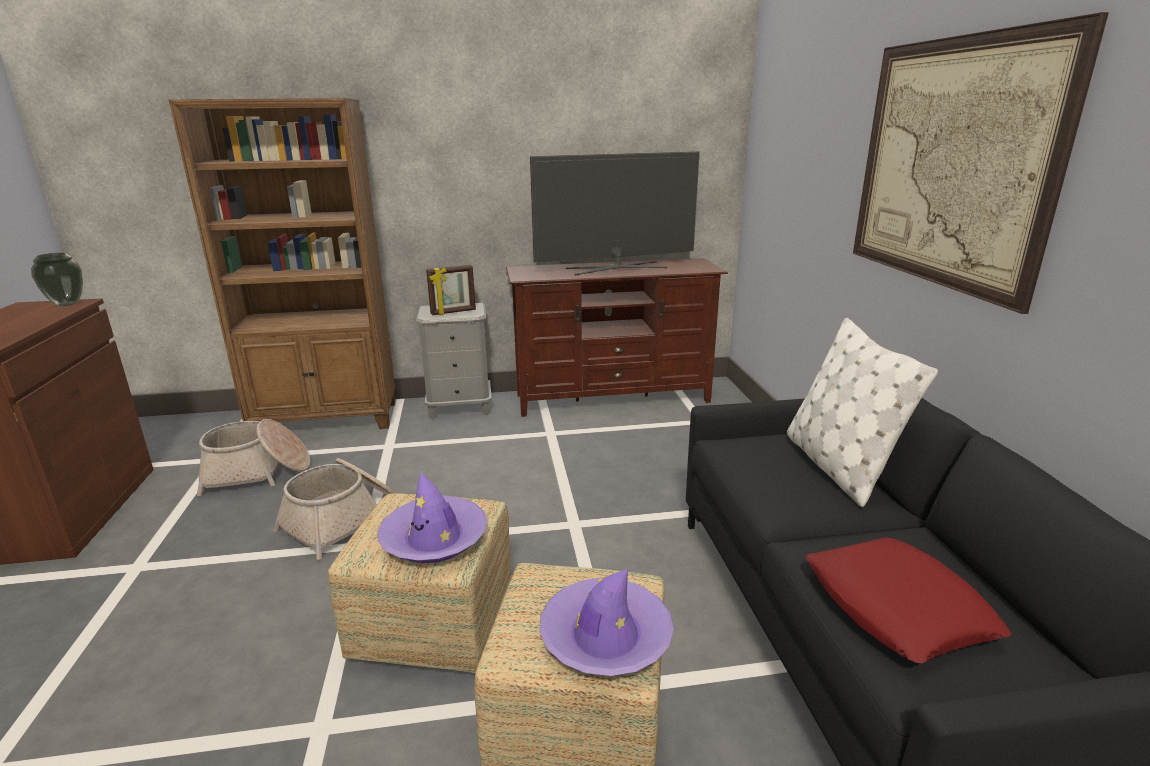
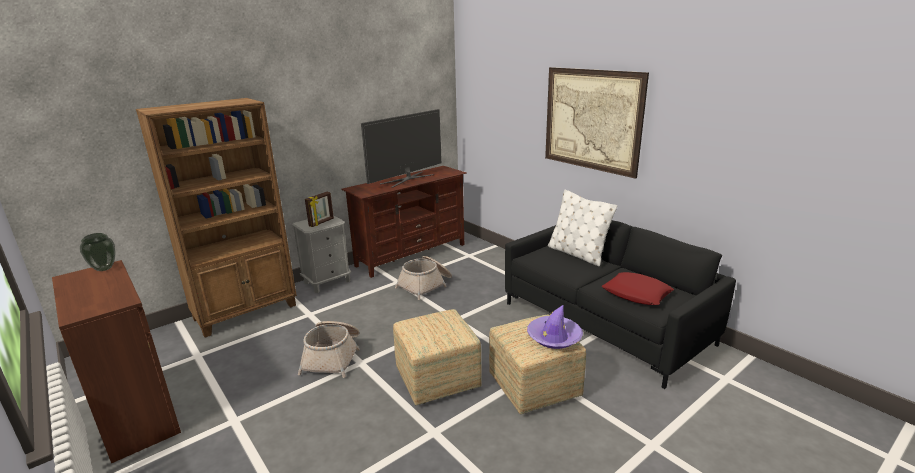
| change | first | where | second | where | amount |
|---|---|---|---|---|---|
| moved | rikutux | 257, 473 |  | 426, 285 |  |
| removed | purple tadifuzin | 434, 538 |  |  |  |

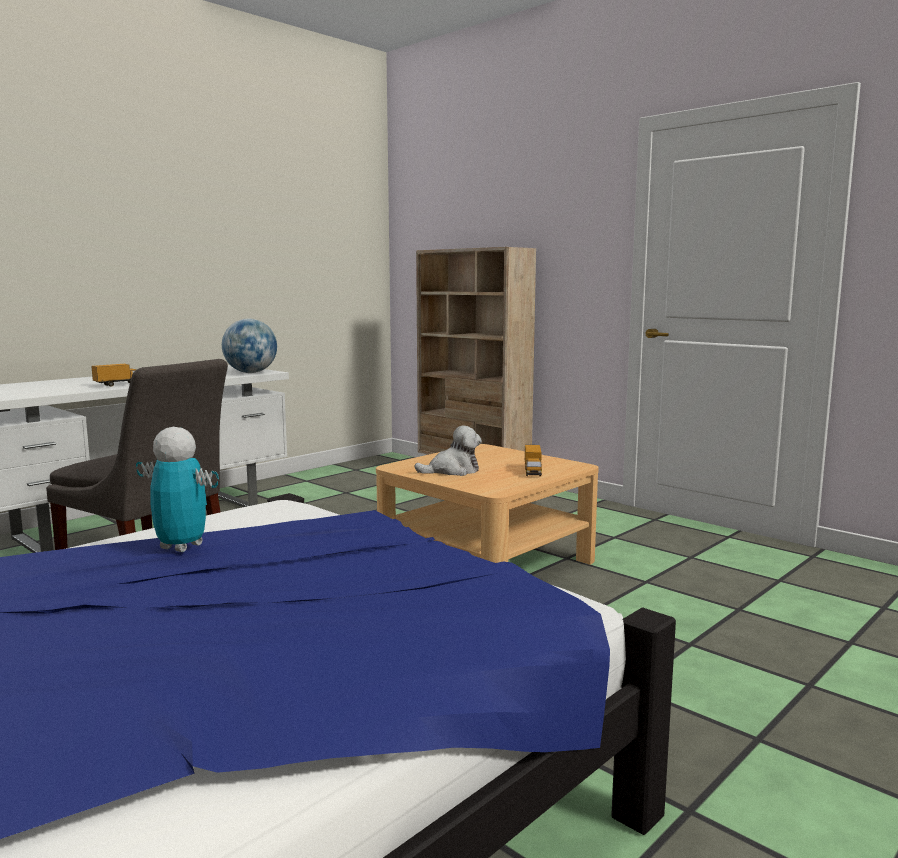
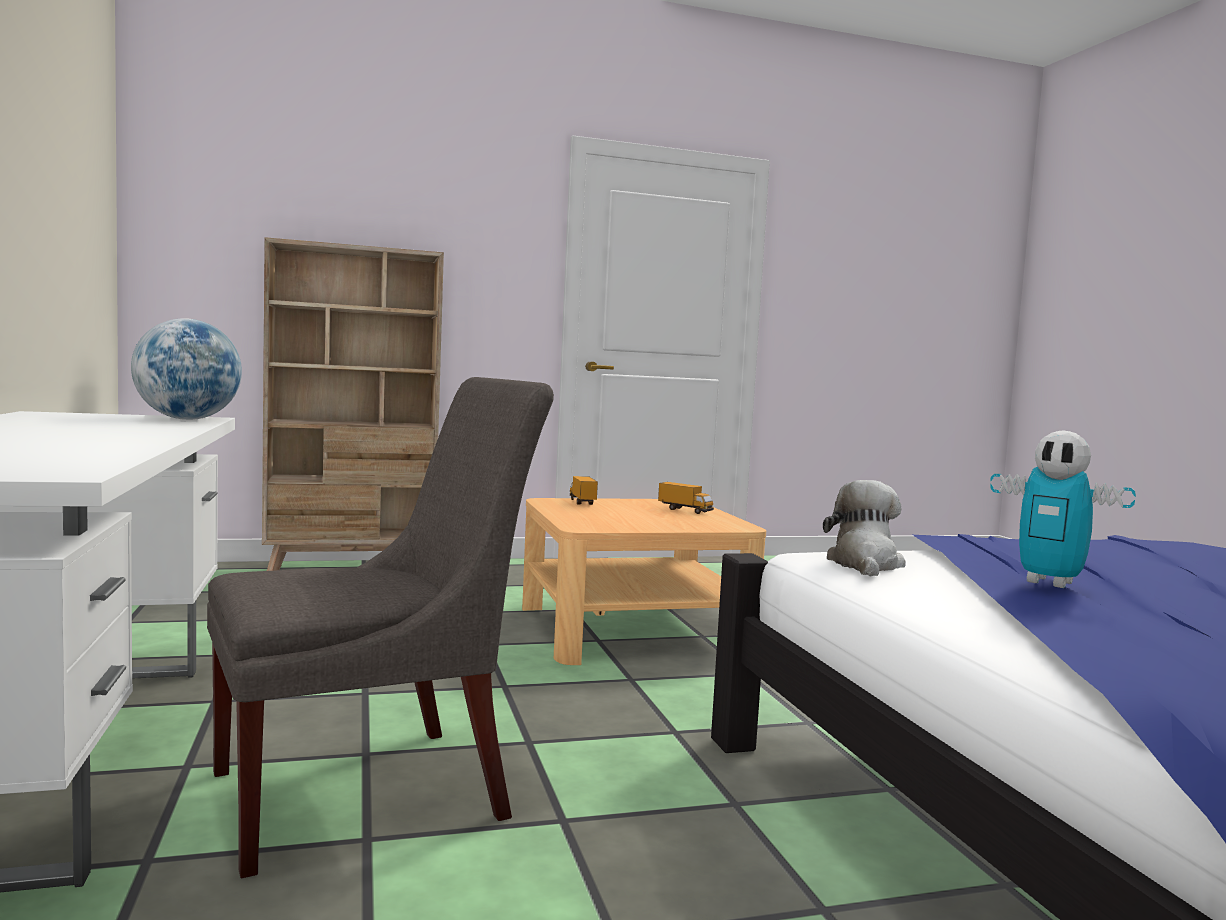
| change | first | where | second | where | amount |
|---|---|---|---|---|---|
| moved | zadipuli | 118, 385 |  | 582, 502 |  |
| turned | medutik | 181, 546 |  | 1049, 583 | 105 degrees counterclockwise |
| moved | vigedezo | 452, 471 |  | 864, 564 |  |

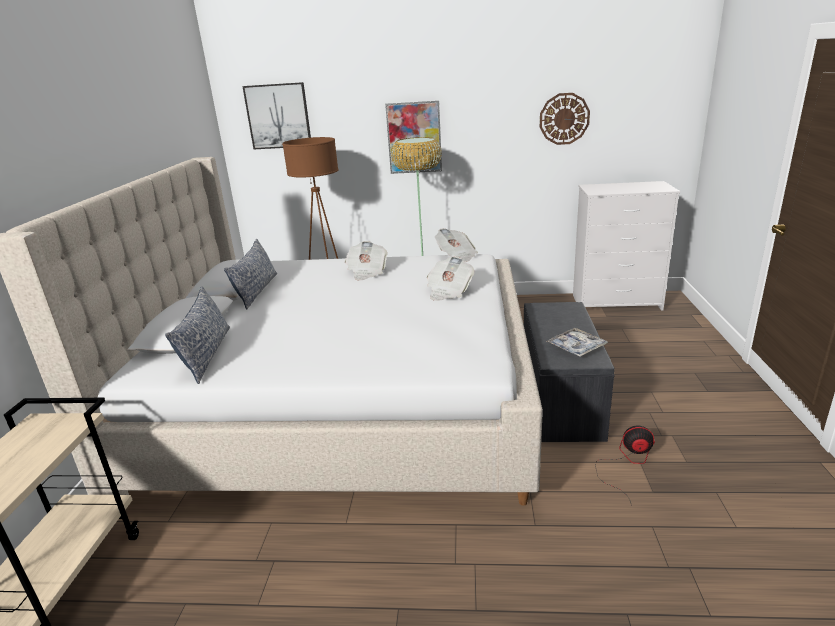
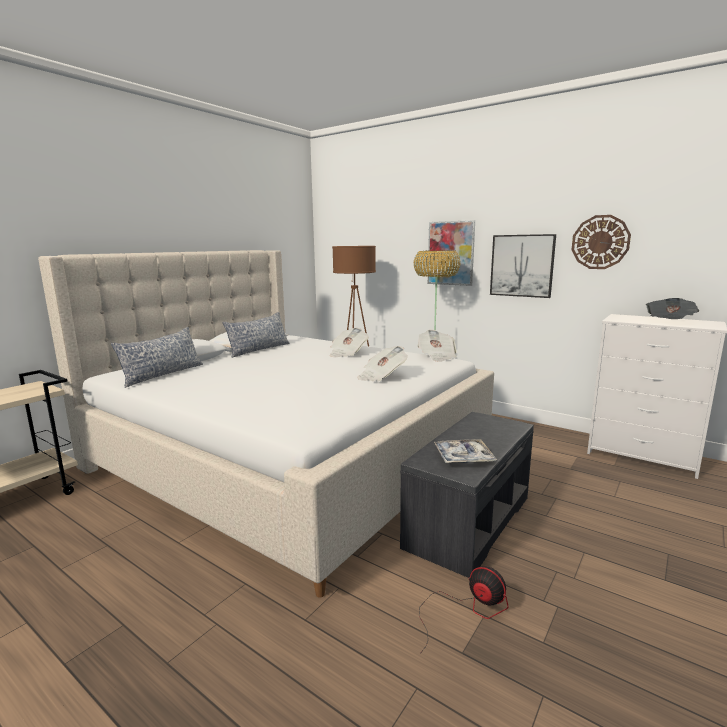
| change | first | where | second | where | amount |
|---|---|---|---|---|---|
| moved | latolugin | 278, 116 |  | 522, 265 |  |
| added |  |  | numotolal | 669, 322 |  |

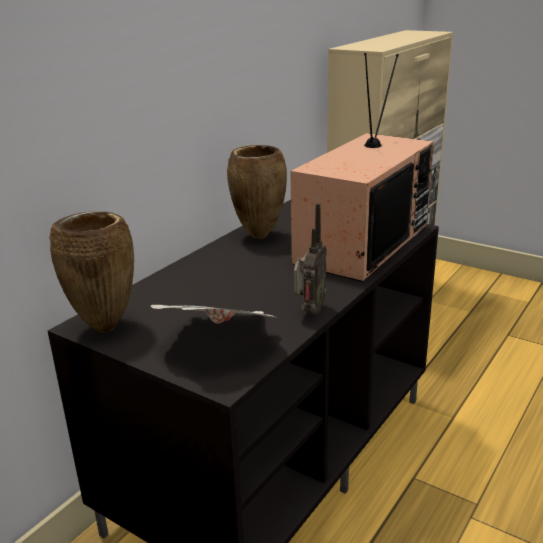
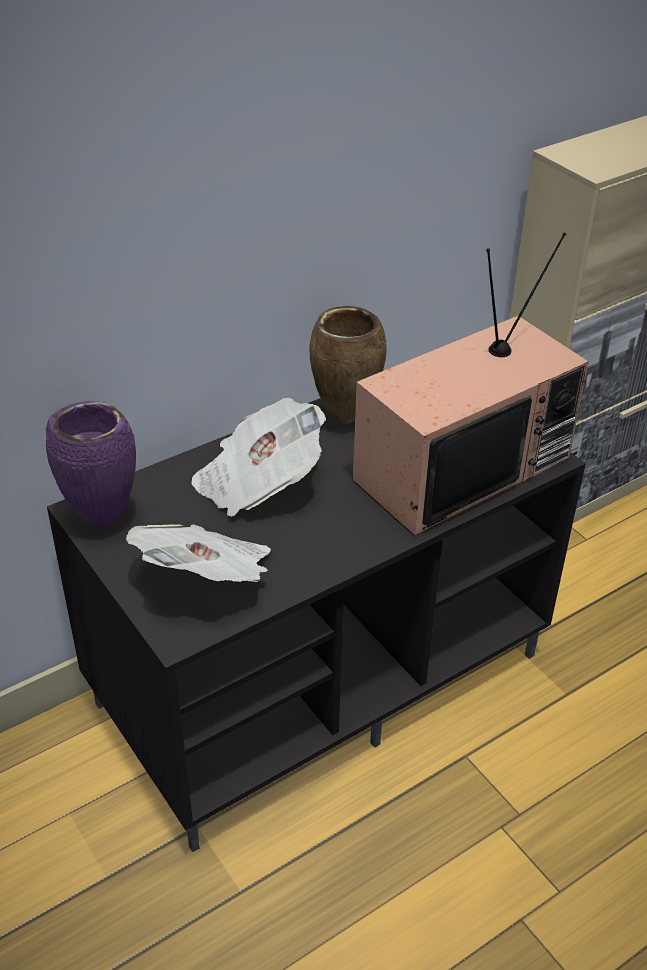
| change | first | where | second | where | amount |
|---|---|---|---|---|---|
| recoloured | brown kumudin | 106, 327 | purple kumudin | 103, 520 |  |
| removed | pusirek | 309, 312 |  |  |  |
| added |  |  | numotolal | 258, 482 |  |

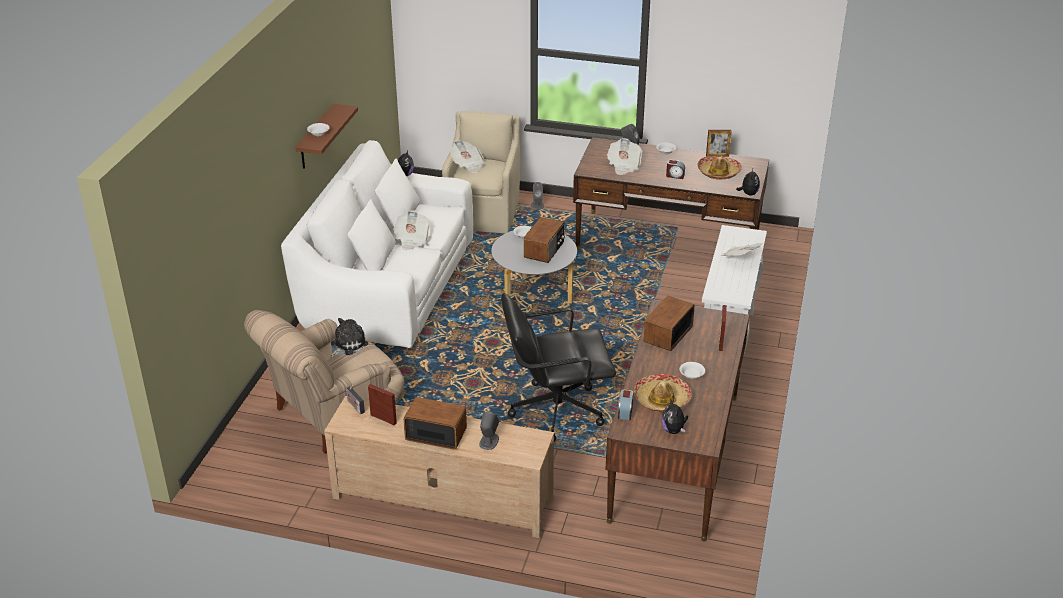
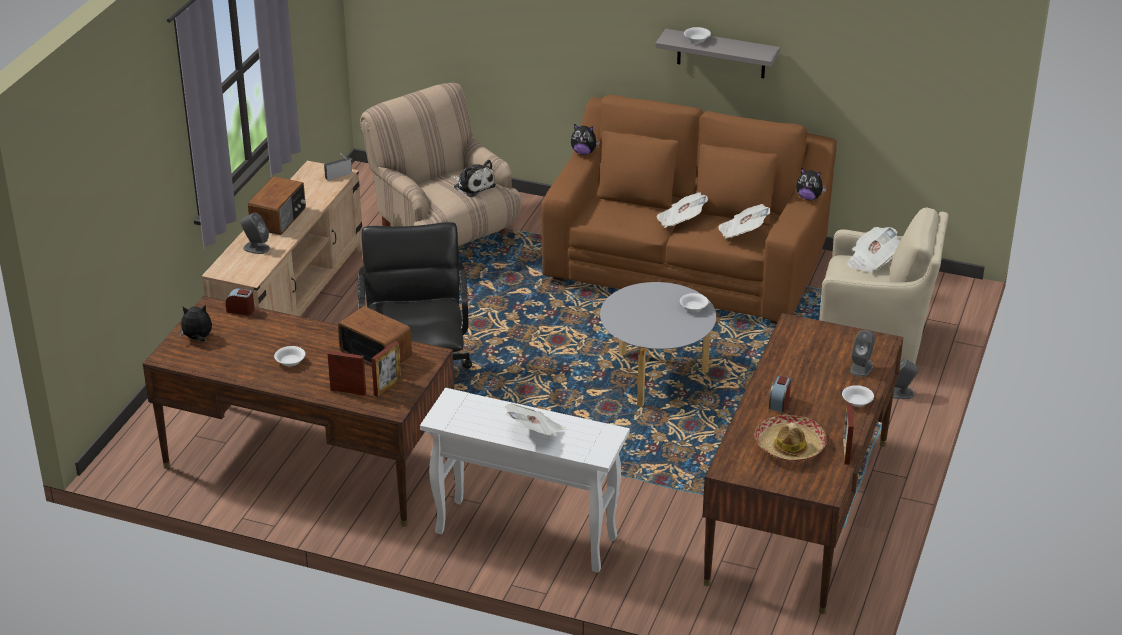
| change | first | where | second | where | amount |
|---|---|---|---|---|---|
| recoloured | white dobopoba | 388, 288 | brown dobopoba | 685, 268 |  |
| recoloured | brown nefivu | 316, 138 | grey nefivu | 721, 54 |  |
| moved | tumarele | 383, 419 |  | 387, 387 |  |
| removed | pusirek | 545, 250 |  |  |  |
| moved | numotolal | 623, 166 |  | 742, 232 |  |
| removed | tadifuzin | 662, 399 |  |  |  |
| moved | vigedezo | 748, 194 |  | 584, 152 |  |

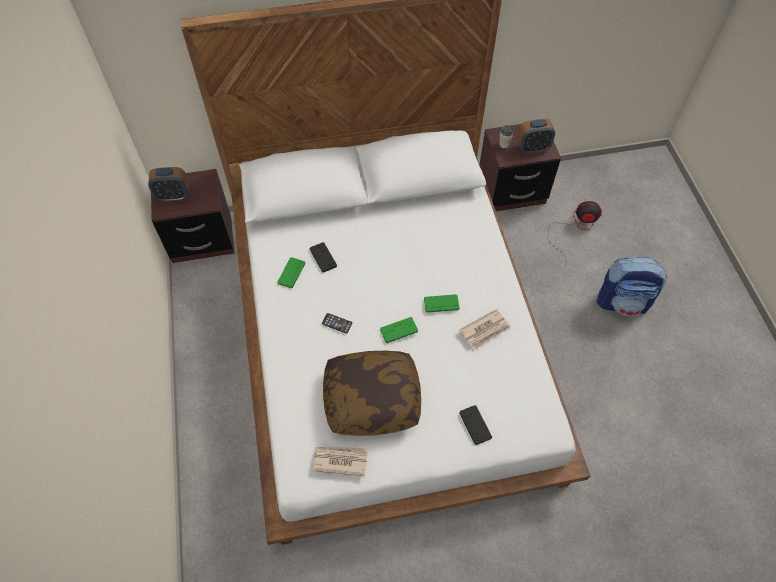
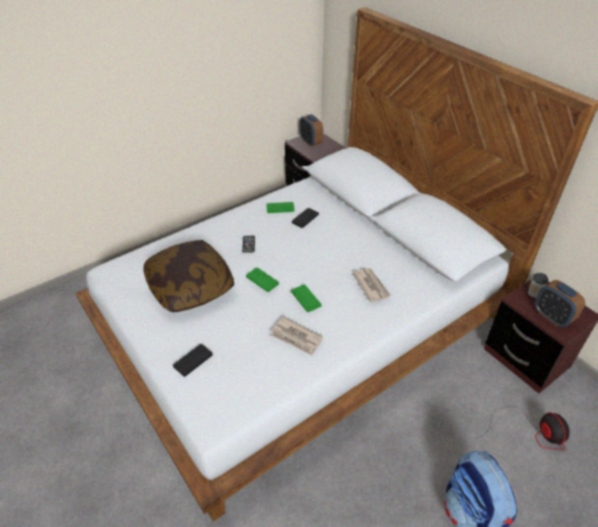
| change | first | where | second | where | amount |
|---|---|---|---|---|---|
| moved | numotolal | 340, 460 |  | 371, 285 |  |

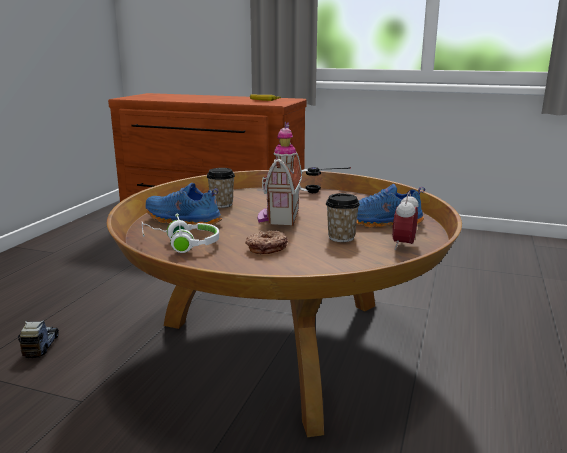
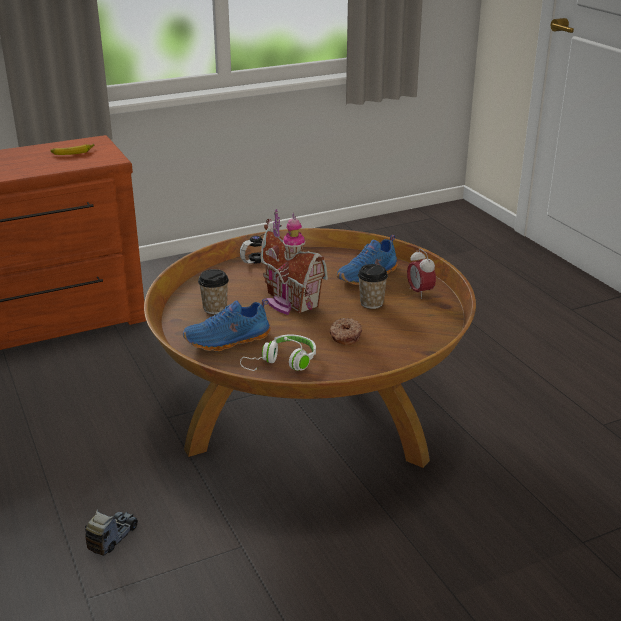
| change | first | where | second | where | amount |
|---|---|---|---|---|---|
| turned | zadipuli | 40, 346 |  | 112, 537 | 75 degrees clockwise |

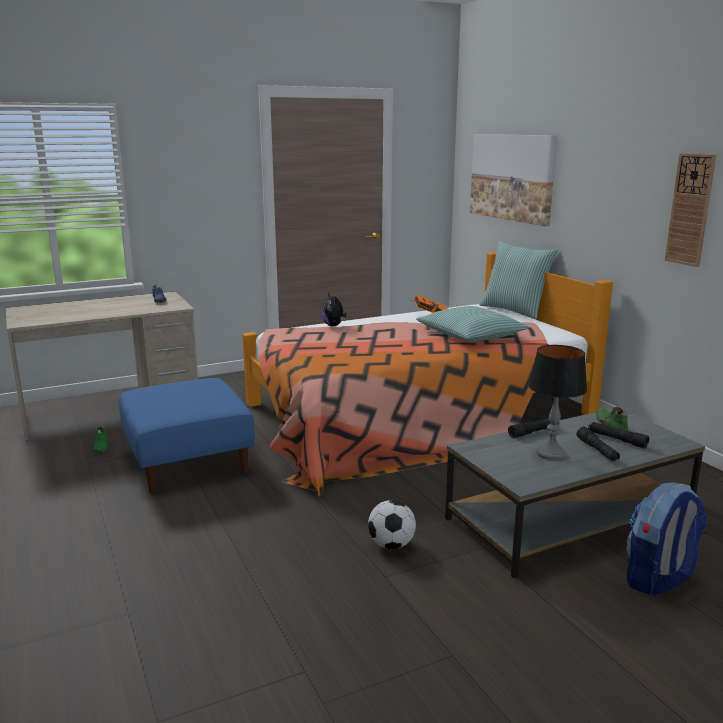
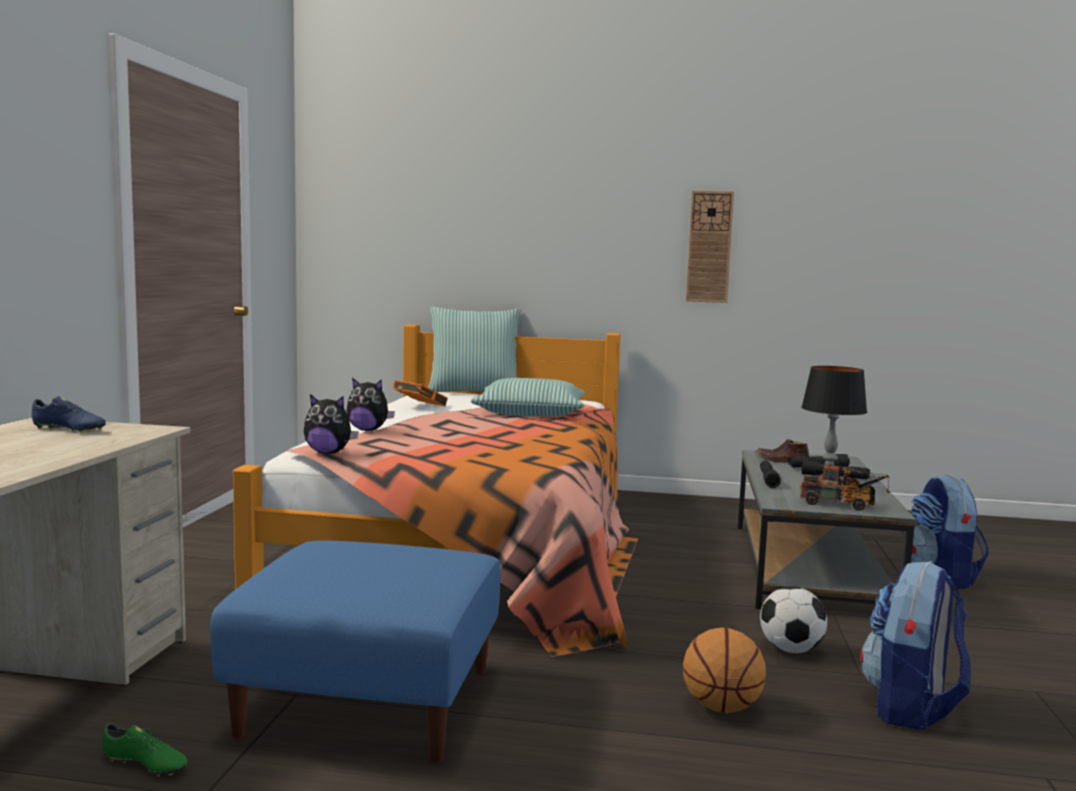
| change | first | where | second | where | amount |
|---|---|---|---|---|---|
| removed | latolugin | 512, 177 |  |  |  |
| recoloured | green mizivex | 610, 425 | brown mizivex | 781, 461 |  |
| added |  |  | vigedezo | 328, 453 |  |
| added |  |  | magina | 720, 707 |  |
| added |  |  | zadipuli | 842, 505 |  |
| added |  |  | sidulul | 911, 708 |  |

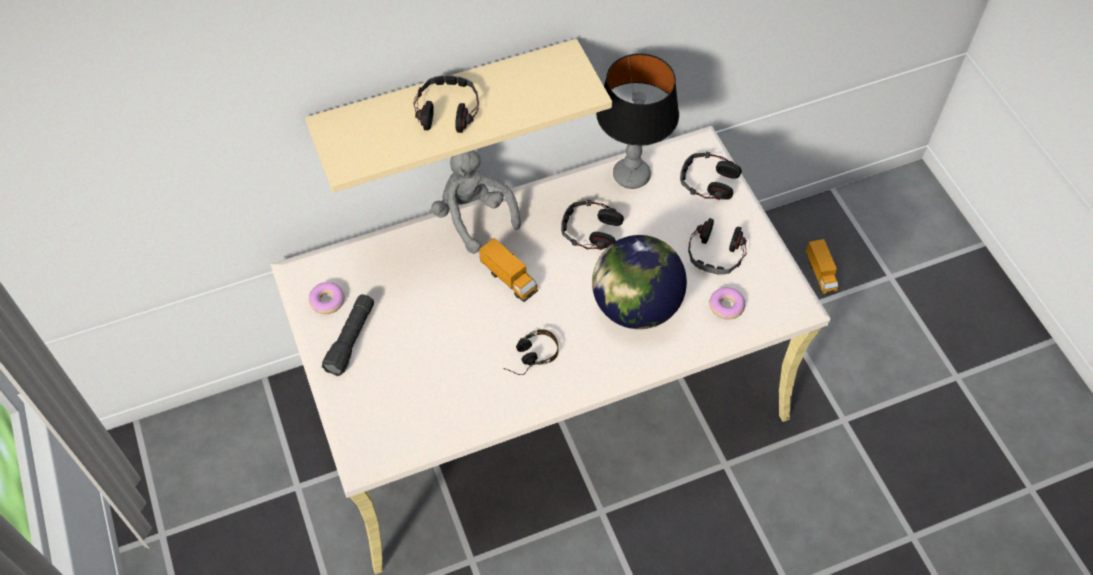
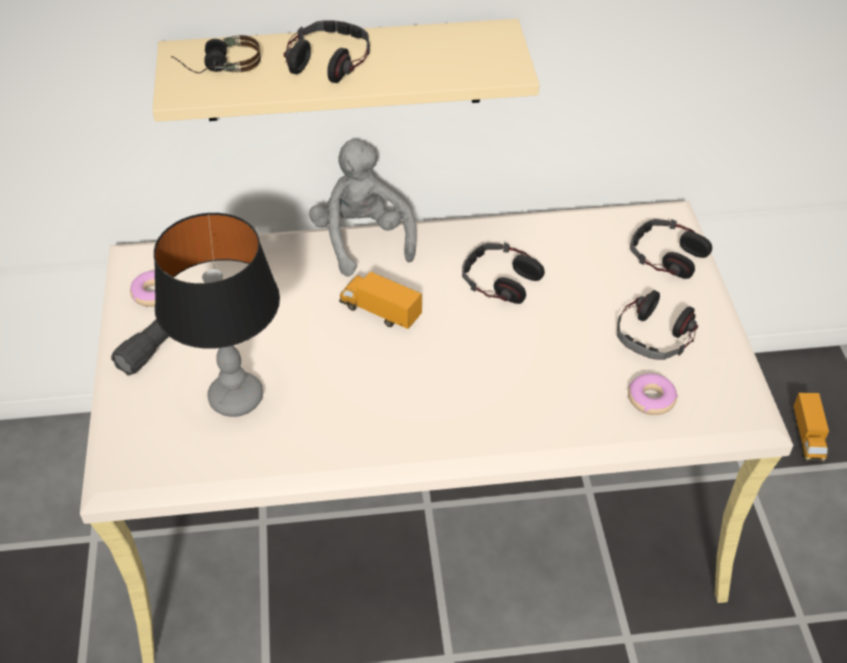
| change | first | where | second | where | amount |
|---|---|---|---|---|---|
| turned | zadipuli | 509, 279 |  | 380, 313 | 150 degrees clockwise |
| moved | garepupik | 529, 357 |  | 218, 66 |  |
| removed | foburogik | 635, 306 |  |  |  |
| moved | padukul | 631, 175 |  | 236, 398 |  |

